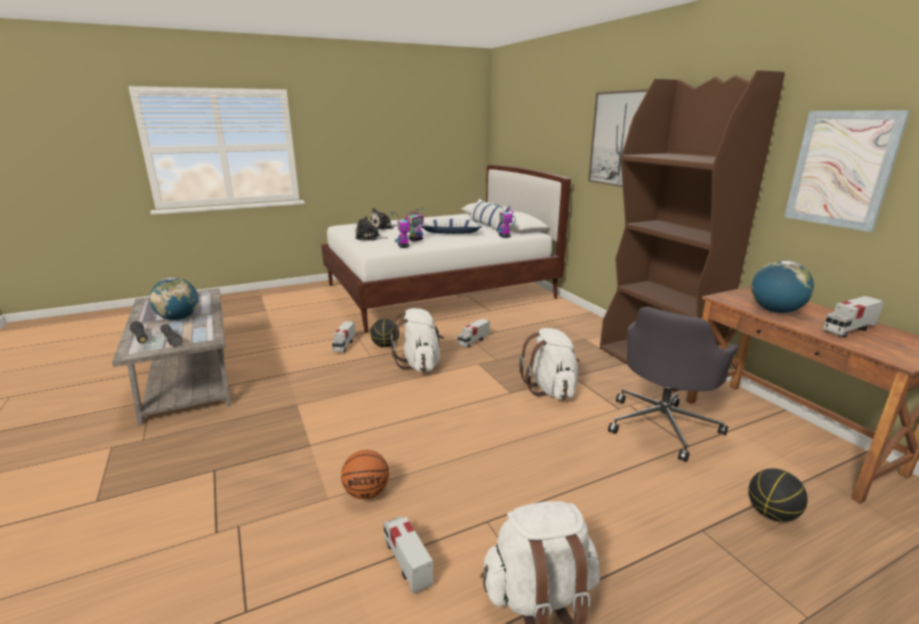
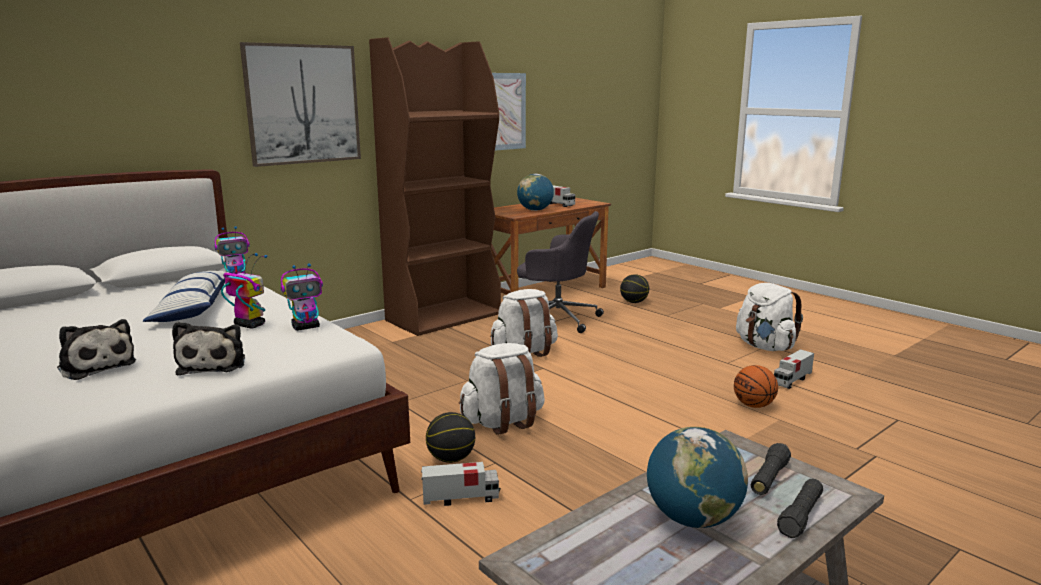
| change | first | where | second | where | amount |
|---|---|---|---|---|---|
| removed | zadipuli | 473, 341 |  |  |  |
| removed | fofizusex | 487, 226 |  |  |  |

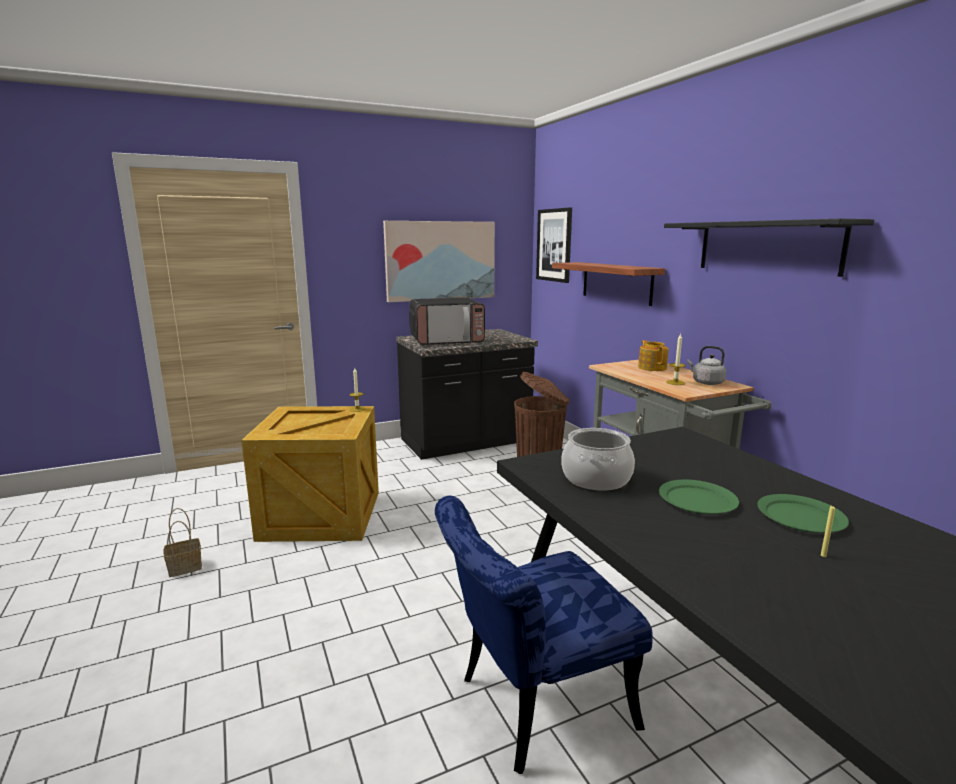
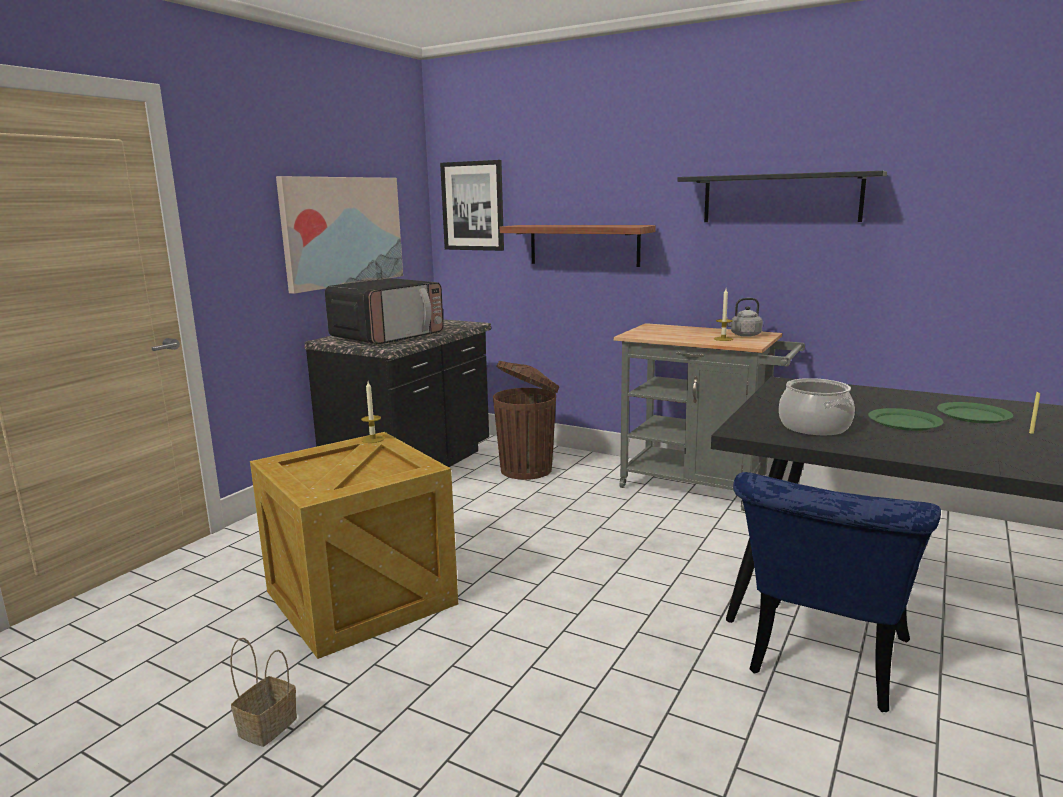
| change | first | where | second | where | amount |
|---|---|---|---|---|---|
| removed | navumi | 652, 367 |  |  |  |

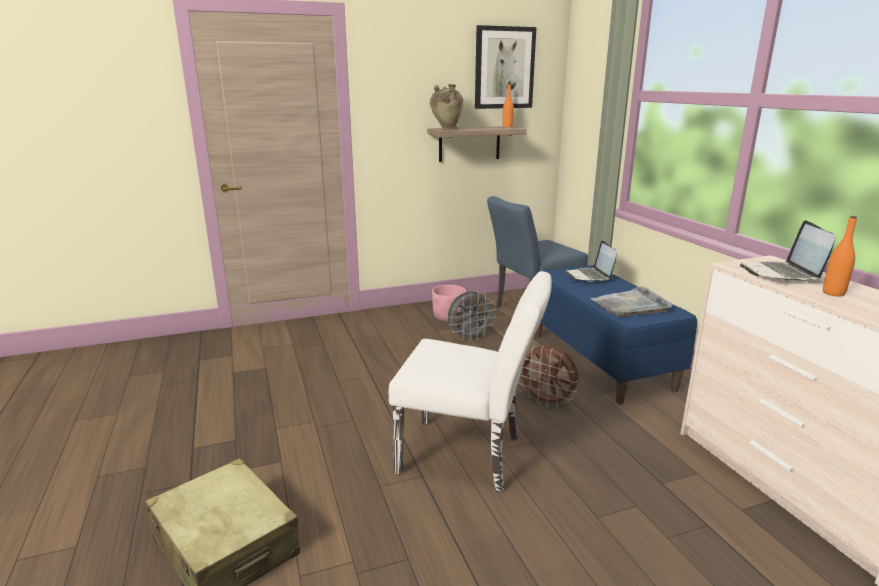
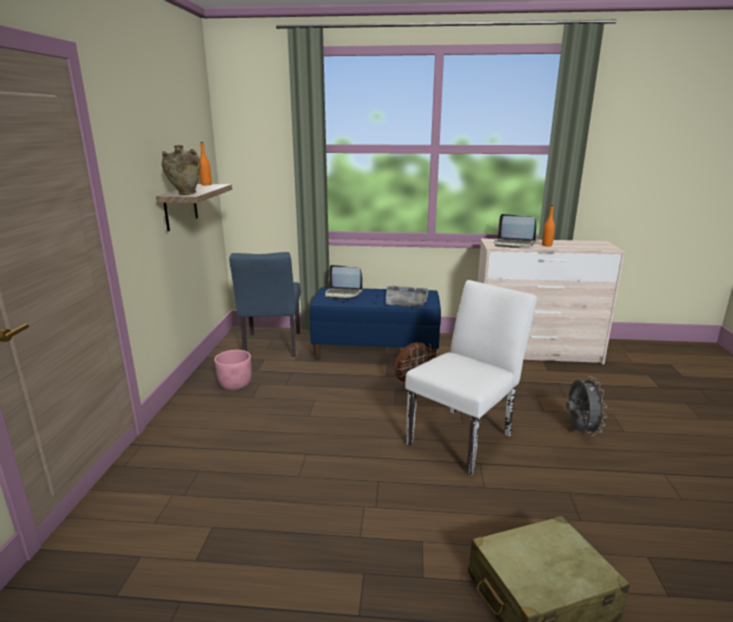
| change | first | where | second | where | amount |
|---|---|---|---|---|---|
| moved | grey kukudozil | 470, 337 |  | 579, 430 |  |
| removed | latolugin | 504, 68 |  |  |  |

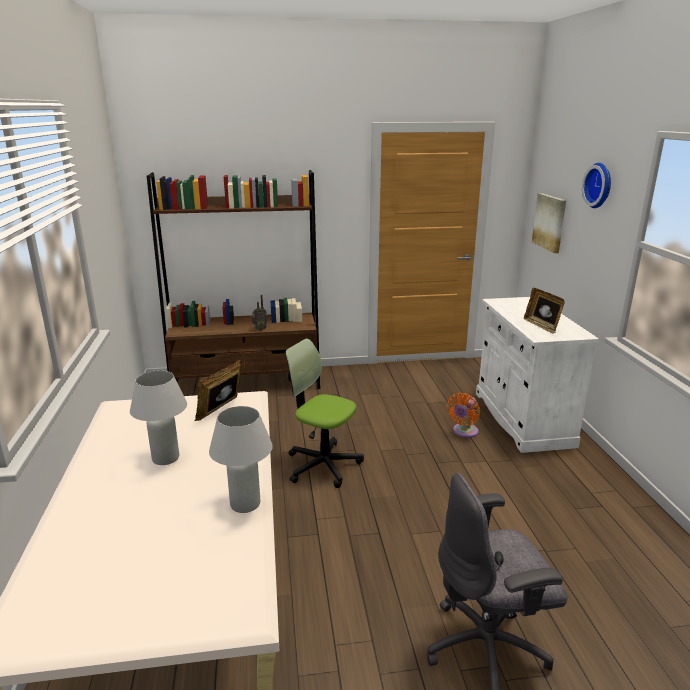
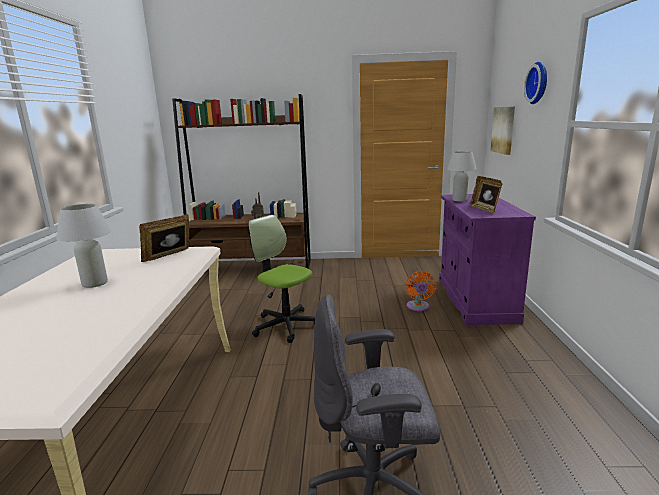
| change | first | where | second | where | amount |
|---|---|---|---|---|---|
| moved | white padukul | 245, 504 |  | 459, 200 |  |
| turned | orange kukudozil | 464, 432 |  | 418, 307 | 45 degrees counterclockwise |
| recoloured | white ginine | 522, 418 | purple ginine | 475, 299 |  |

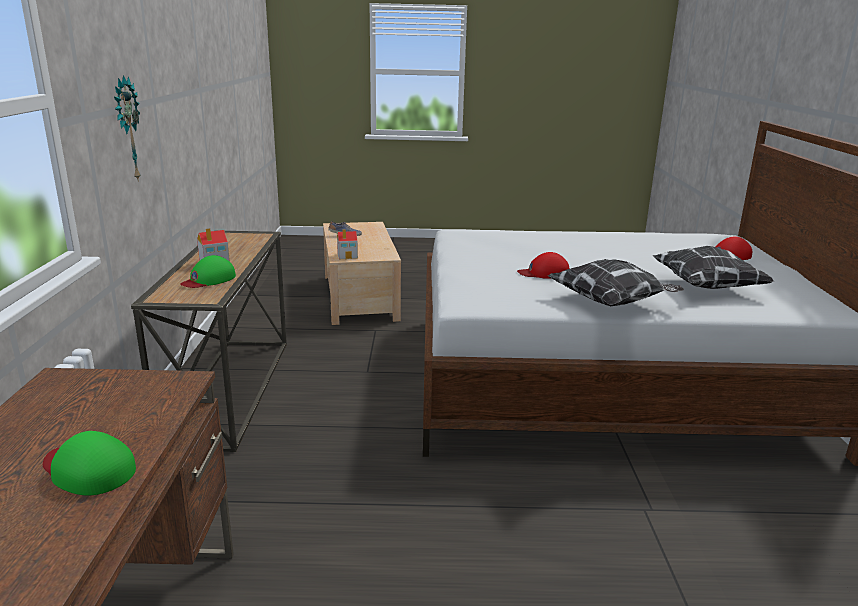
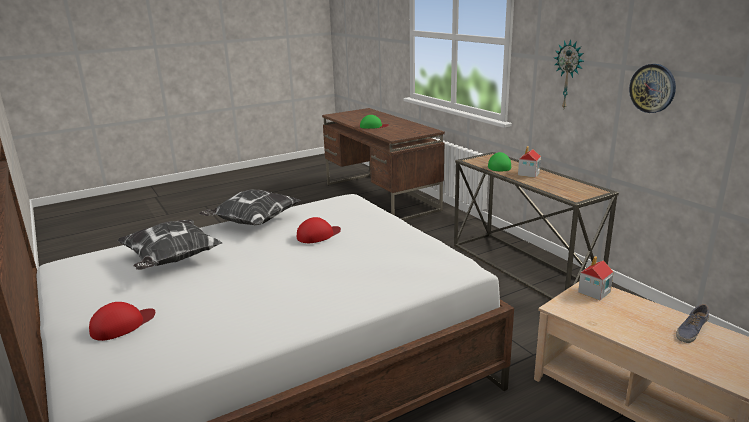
| change | first | where | second | where | amount |
|---|---|---|---|---|---|
| added |  |  | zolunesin | 652, 88 |  |

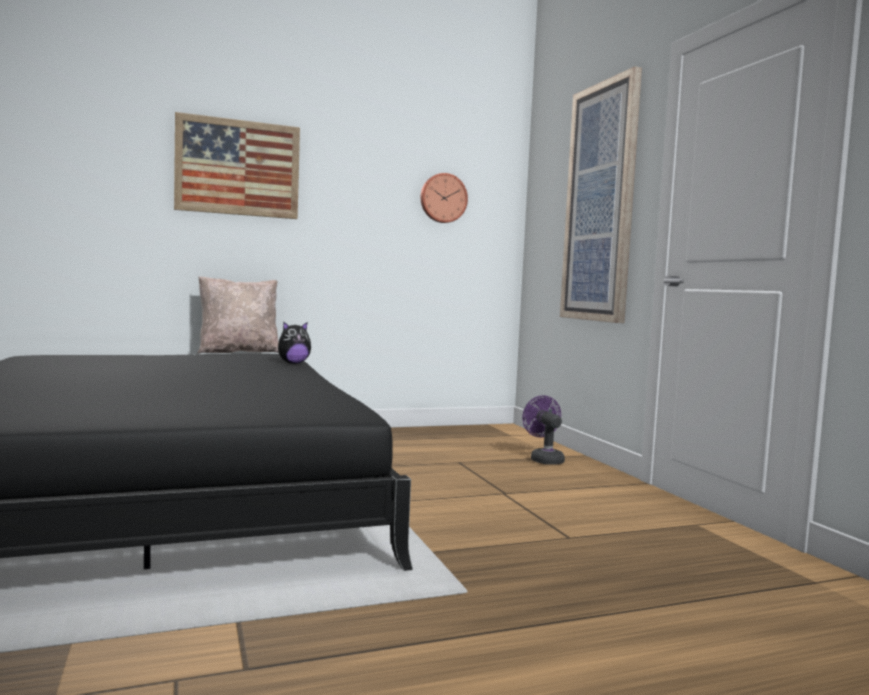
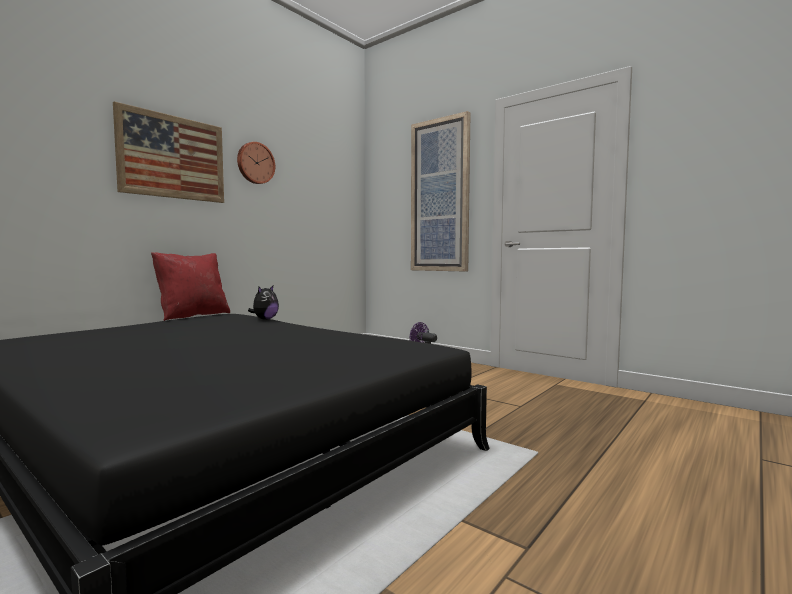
| change | first | where | second | where | amount |
|---|---|---|---|---|---|
| recoloured | beige fofizusex | 238, 352 | red fofizusex | 192, 316 |  |
| moved | zolunesin | 443, 198 |  | 255, 163 |  |

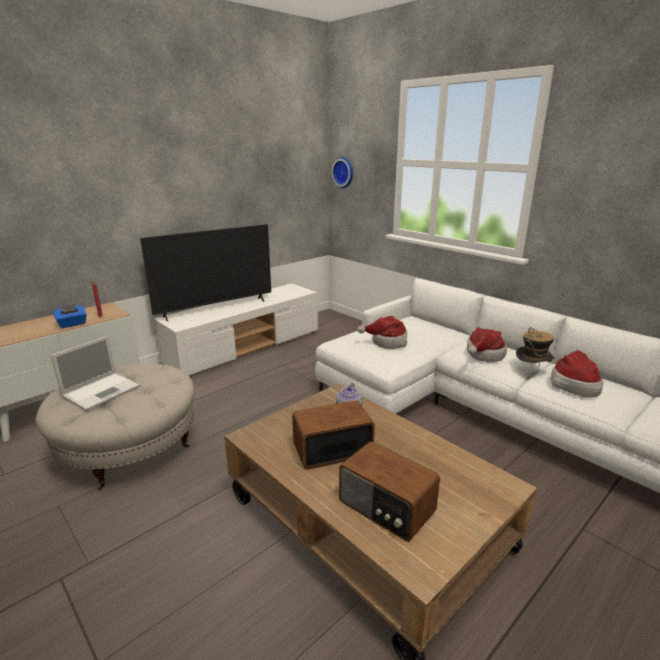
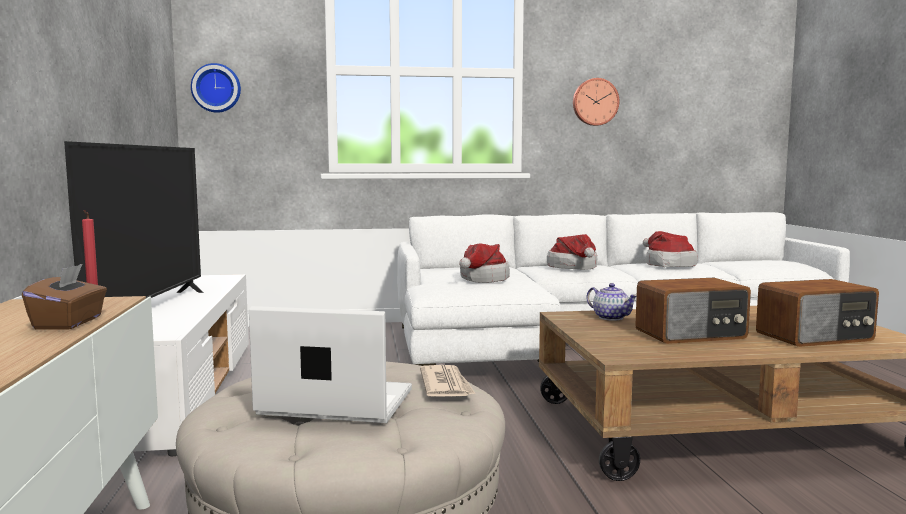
| change | first | where | second | where | amount |
|---|---|---|---|---|---|
| turned | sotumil | 102, 391 |  | 333, 402 | 60 degrees counterclockwise |
| recoloured | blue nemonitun | 72, 324 | brown nemonitun | 69, 323 |  |
| turned | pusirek | 331, 449 |  | 691, 334 | 120 degrees counterclockwise |
| removed | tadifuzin | 531, 372 |  |  |  |
| added |  |  | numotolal | 446, 385 |  |
| added |  |  | zolunesin | 595, 102 |  |

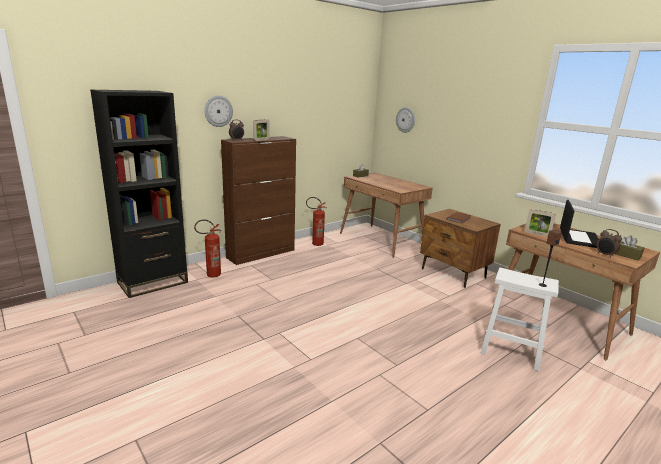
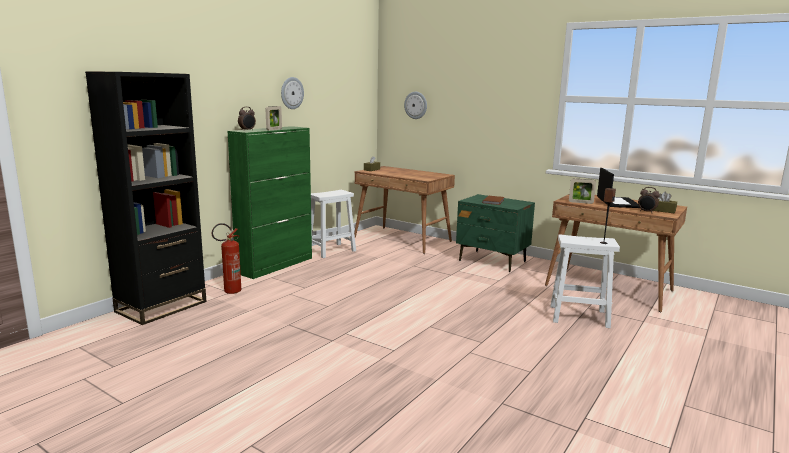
| change | first | where | second | where | amount |
|---|---|---|---|---|---|
| moved | zolunesin | 218, 111 |  | 291, 93 |  |
| recoloured | brown ginine | 261, 253 | green ginine | 276, 265 |  |
| replaced | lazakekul | 315, 244 | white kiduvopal | 331, 250 |  |
| recoloured | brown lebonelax | 453, 273 | green lebonelax | 492, 261 |  |

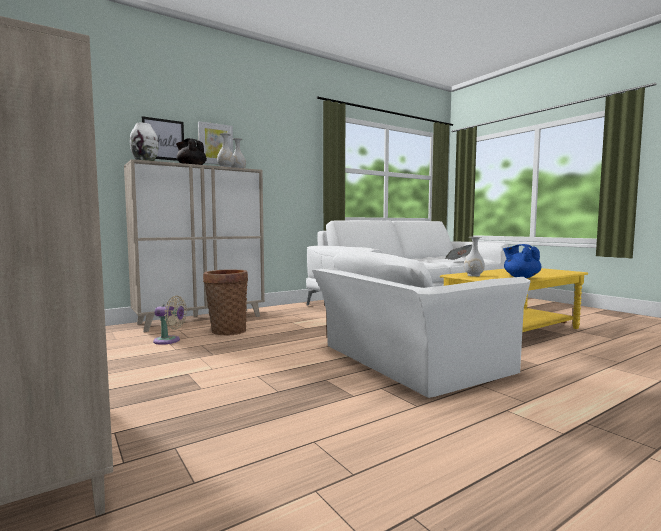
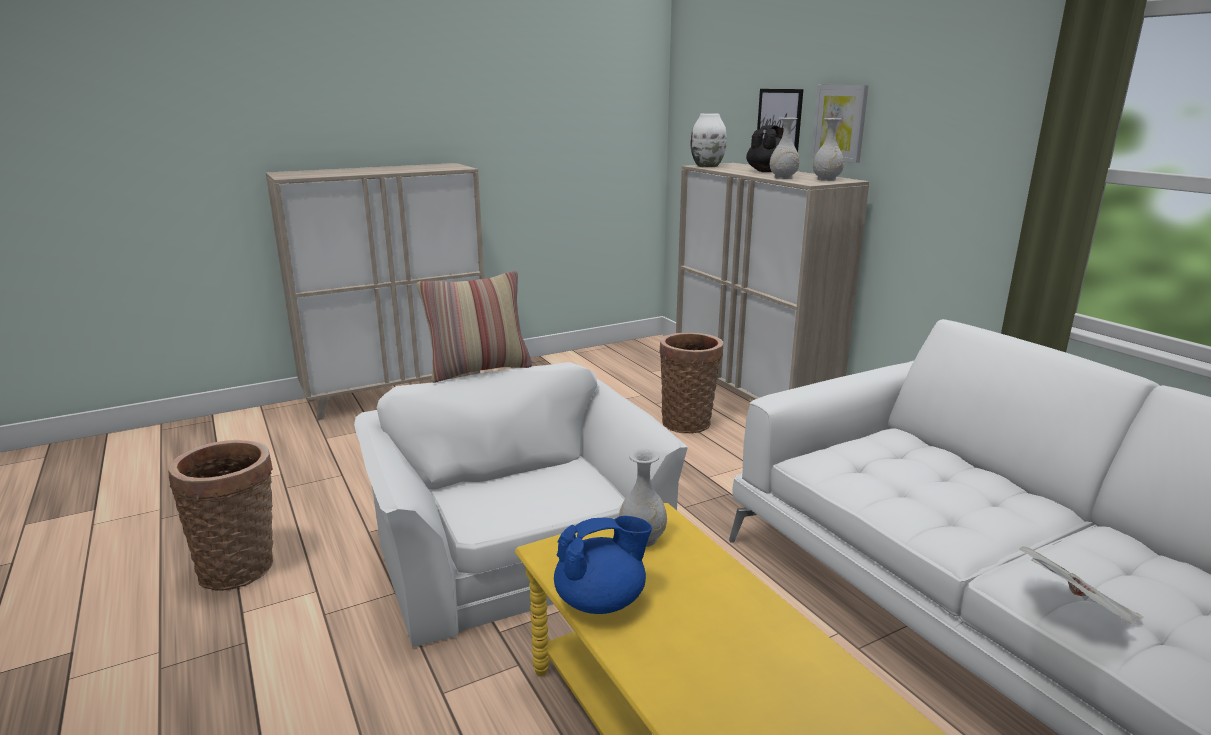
| change | first | where | second | where | amount |
|---|---|---|---|---|---|
| removed | beige kukudozil | 169, 341 |  |  |  |
| added |  |  | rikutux | 241, 567 |  |
| added |  |  | fofizusex | 479, 370 |  |

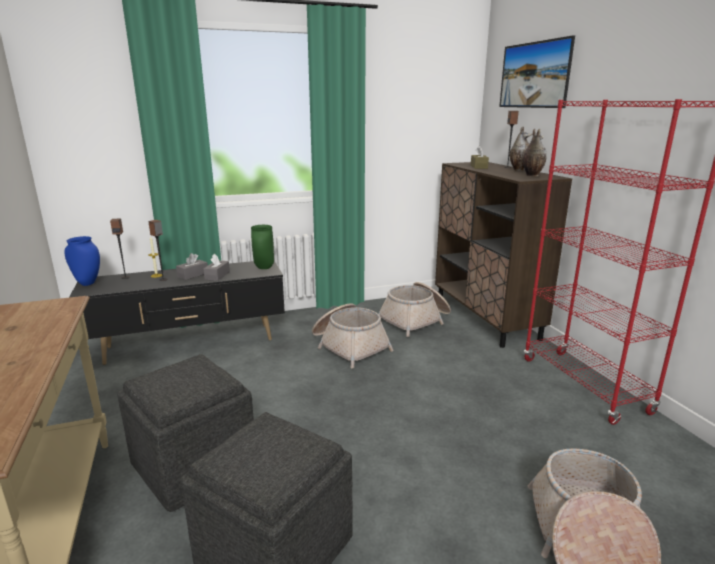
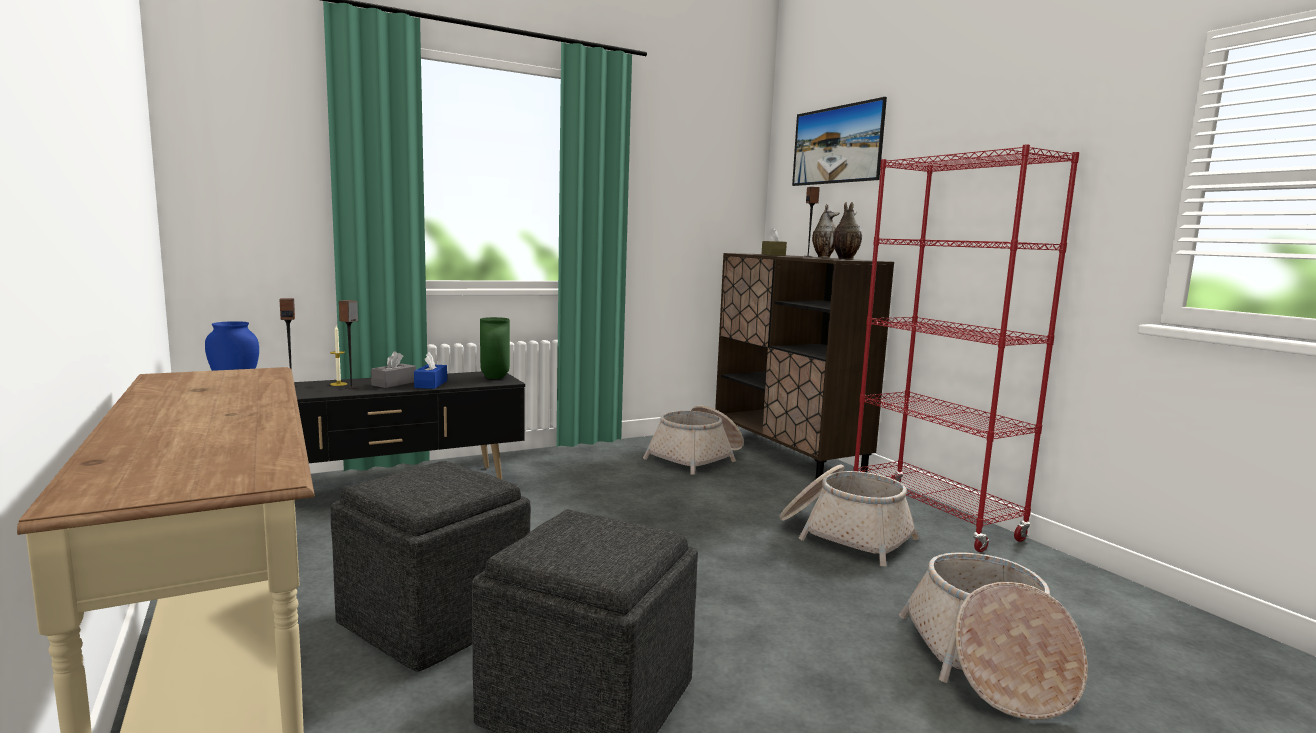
| change | first | where | second | where | amount |
|---|---|---|---|---|---|
| recoloured | grey nemonitun | 217, 275 | blue nemonitun | 431, 384 |  |
| moved | rikutux | 349, 346 |  | 844, 535 |  |

